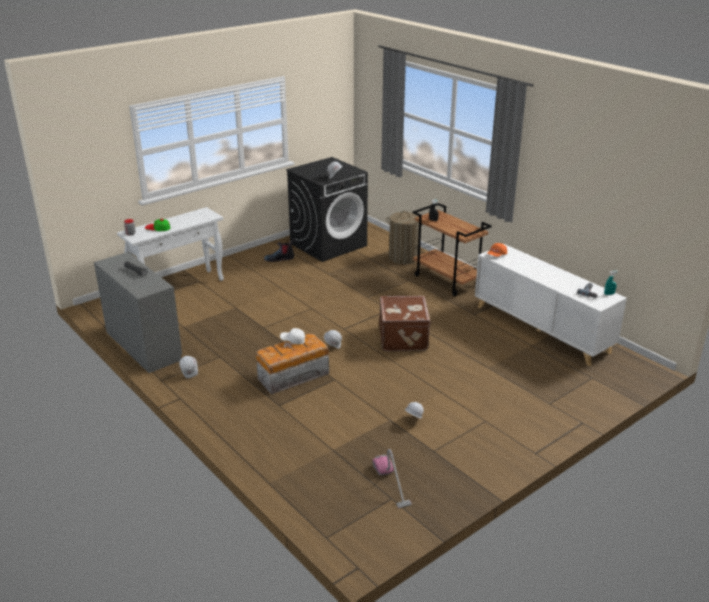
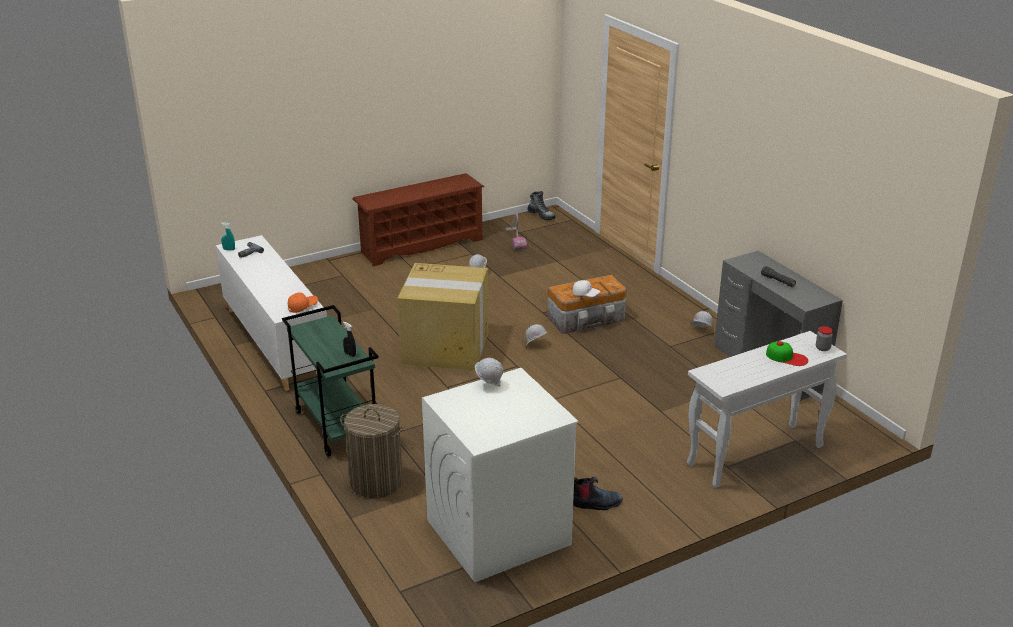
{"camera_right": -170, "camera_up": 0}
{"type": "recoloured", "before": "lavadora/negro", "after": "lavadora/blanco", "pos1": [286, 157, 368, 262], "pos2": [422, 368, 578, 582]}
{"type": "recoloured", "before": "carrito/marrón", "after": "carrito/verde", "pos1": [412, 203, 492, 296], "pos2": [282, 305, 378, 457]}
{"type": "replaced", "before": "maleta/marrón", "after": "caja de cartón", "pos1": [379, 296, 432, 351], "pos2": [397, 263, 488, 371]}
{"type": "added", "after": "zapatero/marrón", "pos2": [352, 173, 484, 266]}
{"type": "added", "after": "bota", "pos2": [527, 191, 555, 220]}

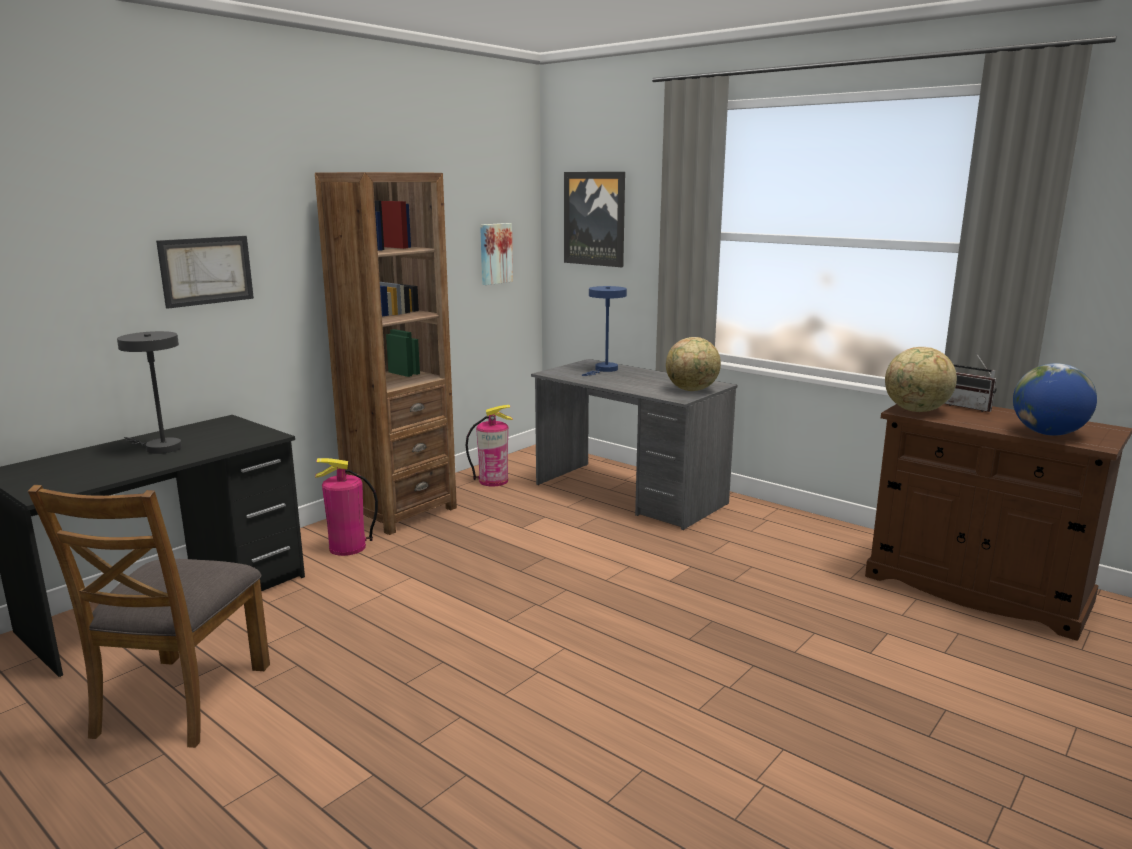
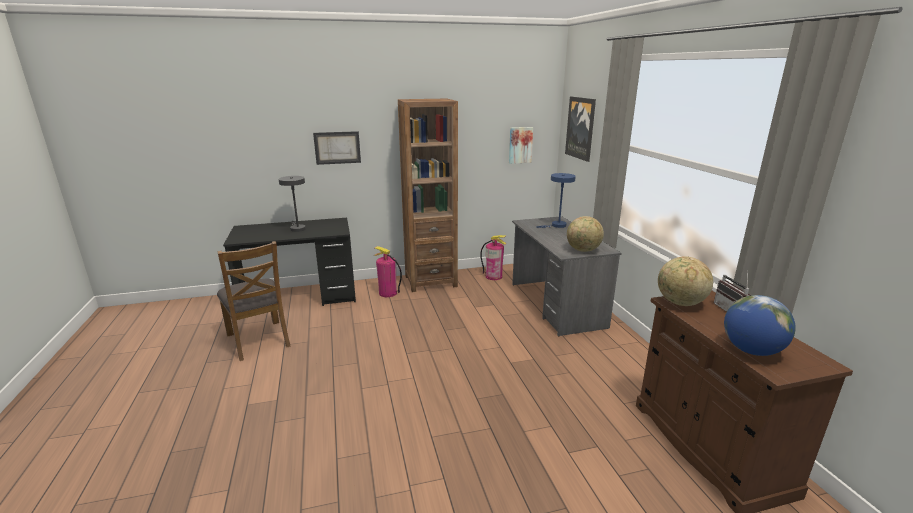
{"camera_right": 35, "camera_up": 5}
{"type": "turned", "before": "silla/marrón", "pos1": [28, 485, 270, 748], "pos2": [217, 241, 291, 361], "turn": -75}

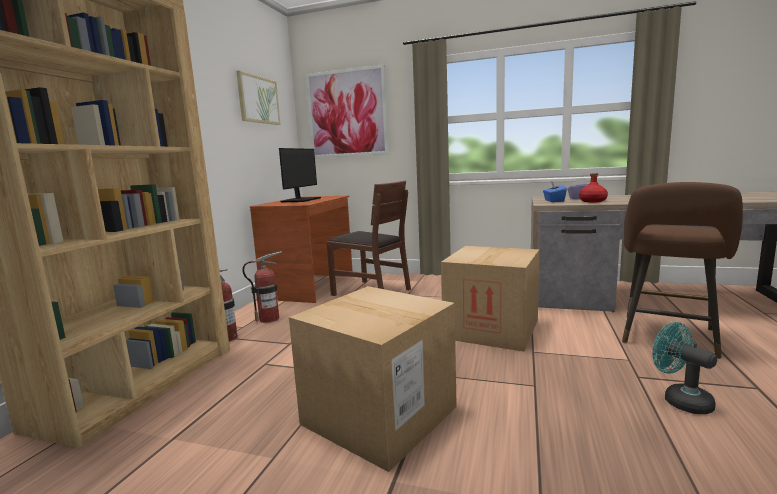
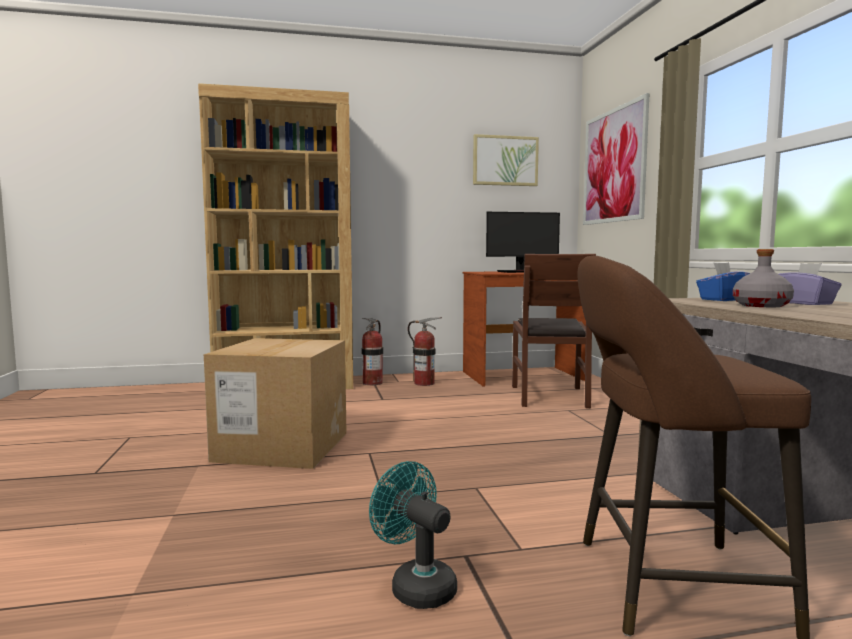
{"camera_right": 60, "camera_up": -5}
{"type": "recoloured", "before": "botella/rojo", "after": "botella/gris", "pos1": [579, 173, 608, 202], "pos2": [733, 249, 794, 307]}
{"type": "removed", "before": "caja de cartón", "pos1": [441, 246, 539, 352]}
{"type": "turned", "before": "ventilador/turquesa", "pos1": [652, 322, 717, 414], "pos2": [369, 461, 457, 609], "turn": -75}

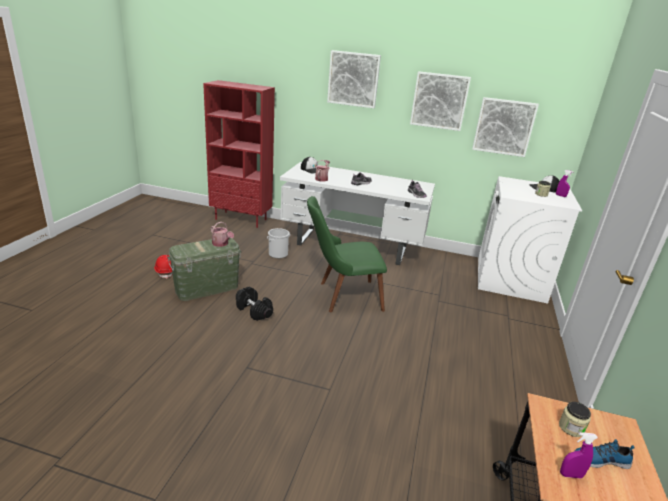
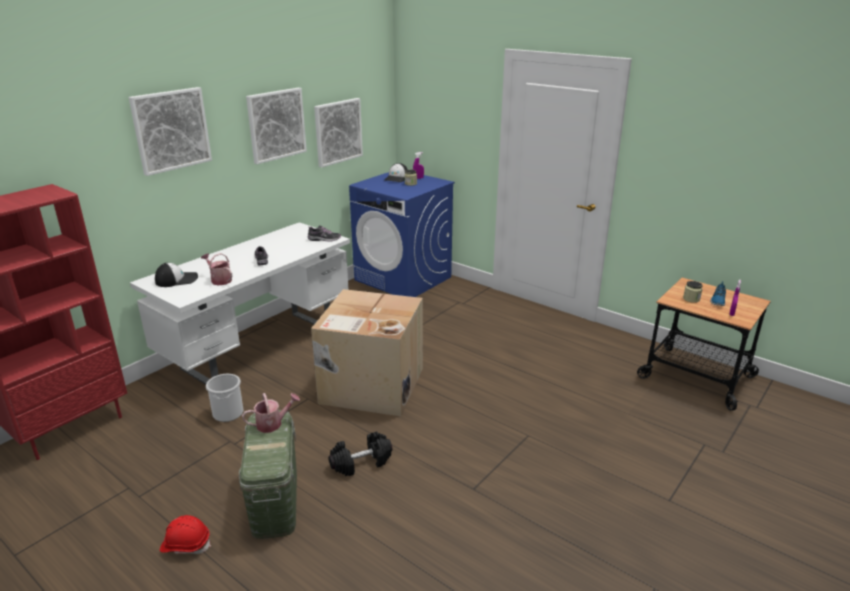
{"camera_right": -65, "camera_up": 0}
{"type": "recoloured", "before": "lavadora/blanco", "after": "lavadora/azul", "pos1": [478, 176, 582, 304], "pos2": [349, 172, 455, 297]}
{"type": "replaced", "before": "silla/verde", "after": "caja de cartón", "pos1": [307, 196, 387, 312], "pos2": [311, 289, 423, 416]}

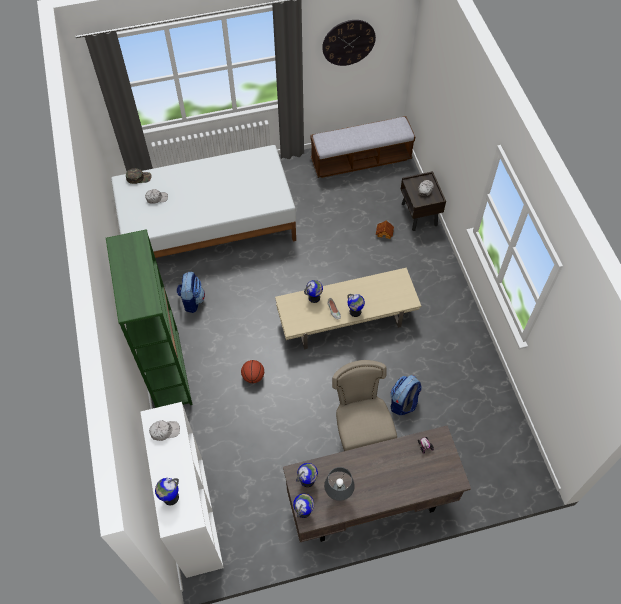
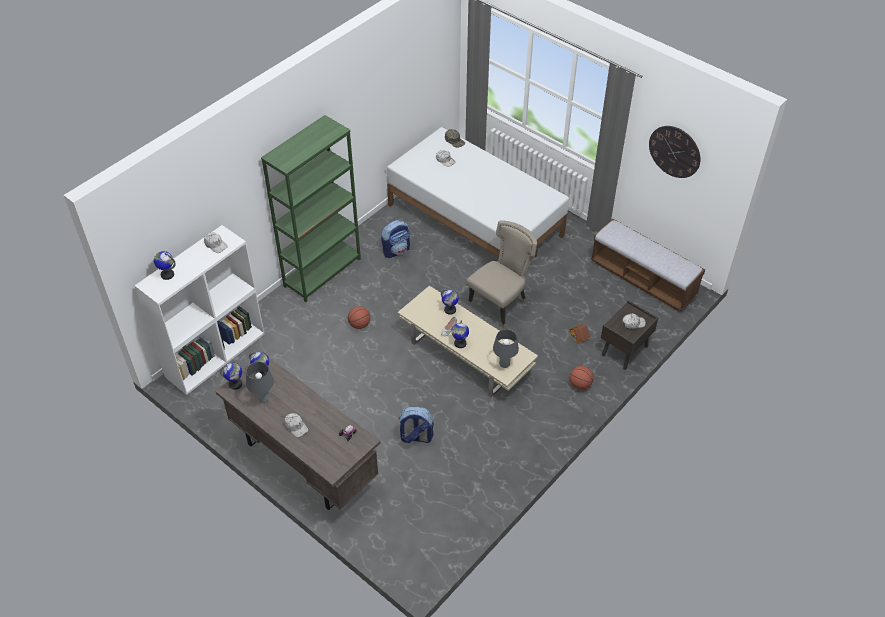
{"camera_right": 55, "camera_up": -10}
{"type": "moved", "before": "silla/beis", "pos1": [332, 360, 397, 451], "pos2": [466, 220, 537, 329]}
{"type": "added", "after": "lámpara de mesa/gris", "pos2": [493, 329, 519, 368]}
{"type": "added", "after": "balón de baloncesto", "pos2": [570, 366, 593, 390]}
{"type": "added", "after": "gorra/blanco", "pos2": [284, 413, 308, 437]}

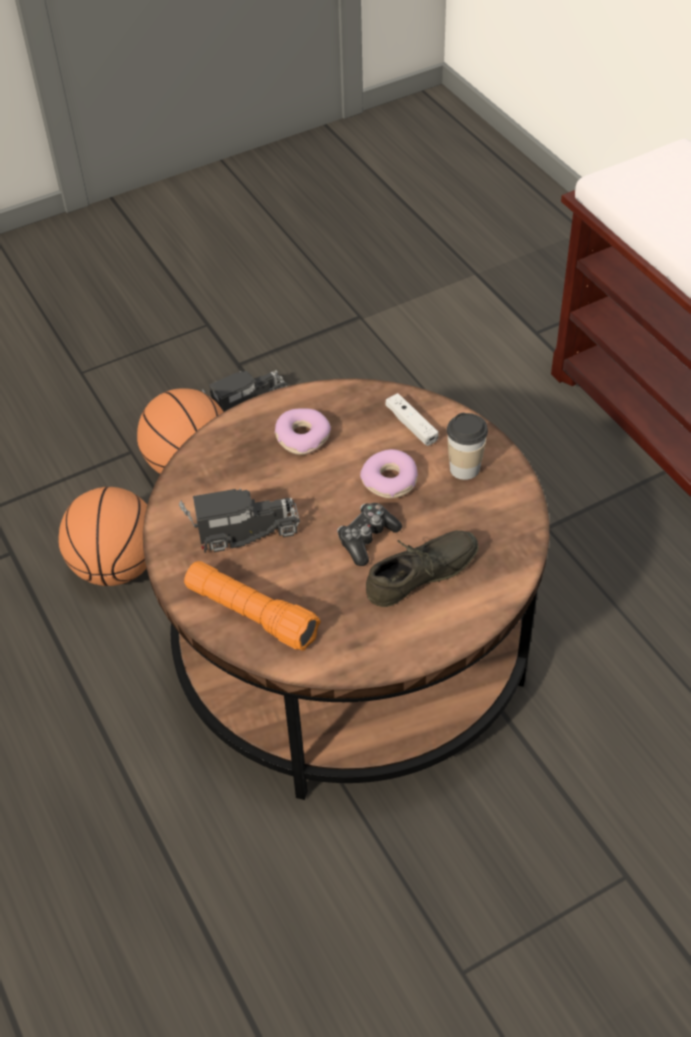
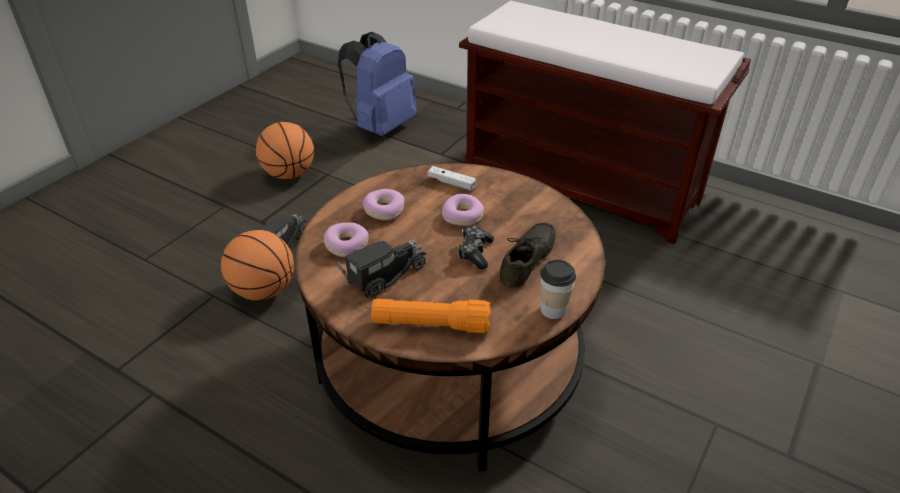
{"camera_right": -30, "camera_up": -10}
{"type": "moved", "before": "taza", "pos1": [447, 413, 488, 480], "pos2": [540, 260, 576, 319]}
{"type": "moved", "before": "balón de baloncesto", "pos1": [59, 487, 147, 586], "pos2": [256, 122, 314, 179]}
{"type": "added", "after": "mochila/azul", "pos2": [338, 32, 417, 136]}
{"type": "added", "after": "rosquilla", "pos2": [324, 222, 369, 257]}

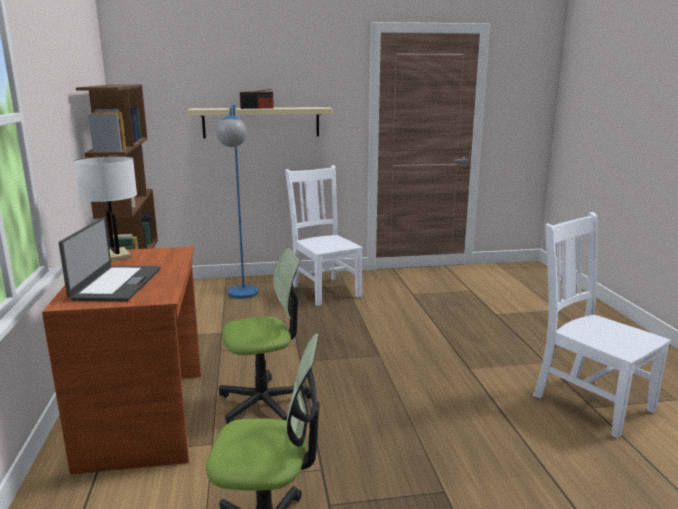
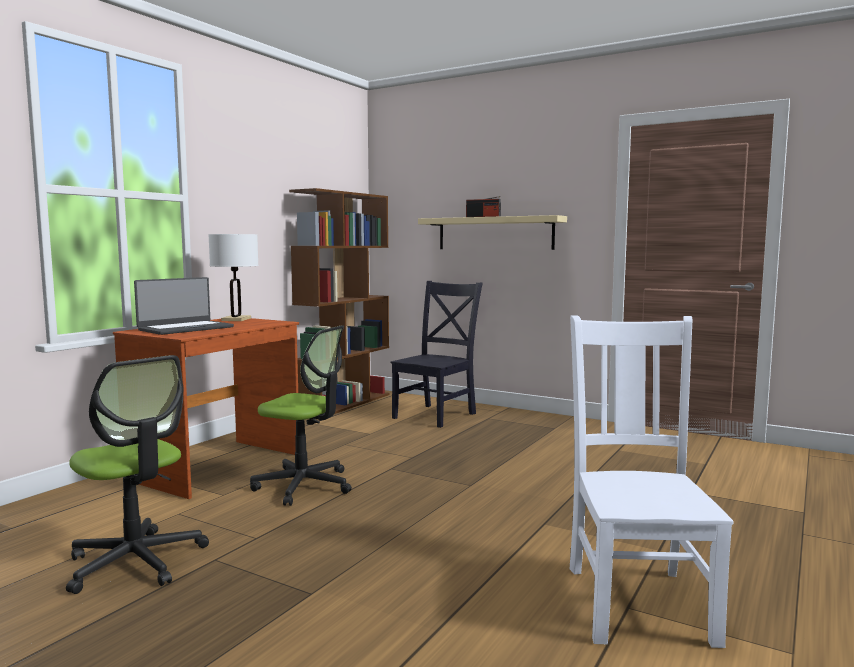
{"camera_right": 40, "camera_up": -10}
{"type": "replaced", "before": "lámpara de pie/azul", "after": "silla/negro", "pos1": [216, 105, 258, 299], "pos2": [391, 281, 483, 428]}
{"type": "removed", "before": "silla/blanco", "pos1": [285, 165, 363, 306]}

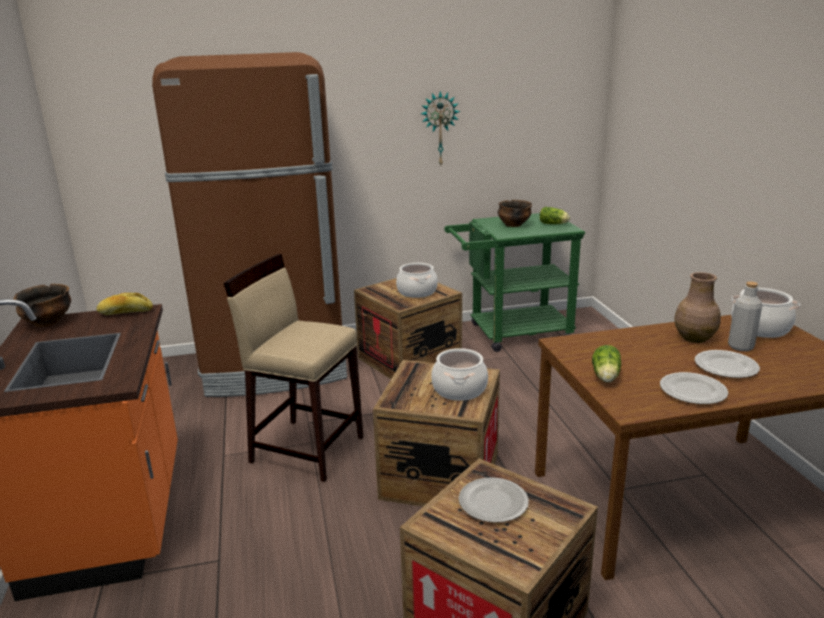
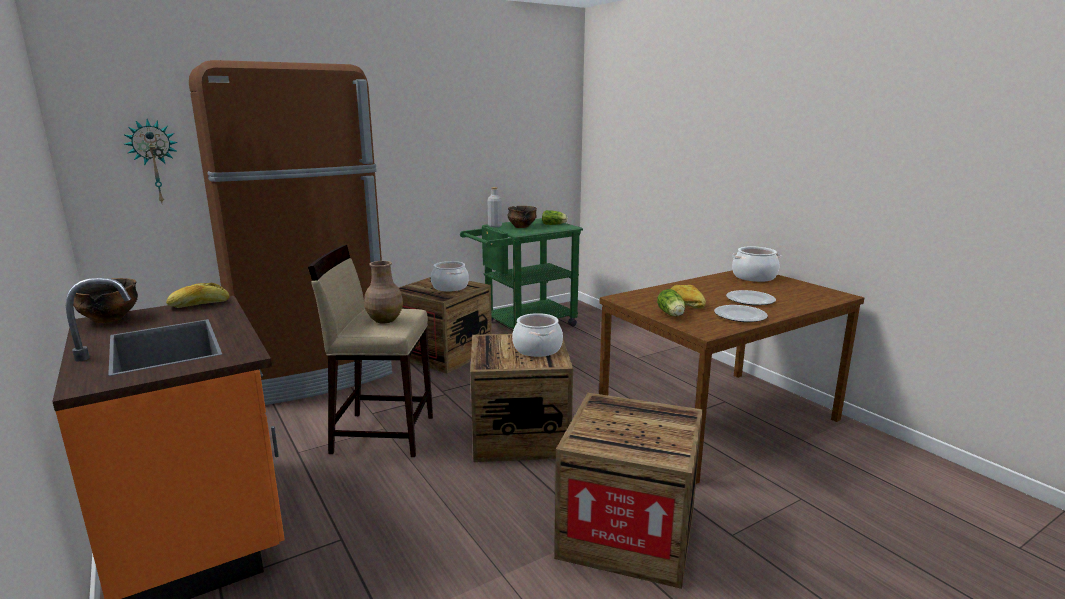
{"camera_right": -20, "camera_up": -5}
{"type": "moved", "before": "reloj de pared", "pos1": [421, 91, 460, 166], "pos2": [123, 119, 178, 205]}
{"type": "moved", "before": "florero/marrón", "pos1": [674, 272, 721, 343], "pos2": [364, 261, 403, 323]}
{"type": "moved", "before": "botella/gris", "pos1": [728, 282, 762, 351], "pos2": [488, 187, 502, 227]}
{"type": "removed", "before": "plato", "pos1": [459, 477, 529, 523]}
{"type": "added", "after": "pan", "pos2": [671, 285, 706, 309]}

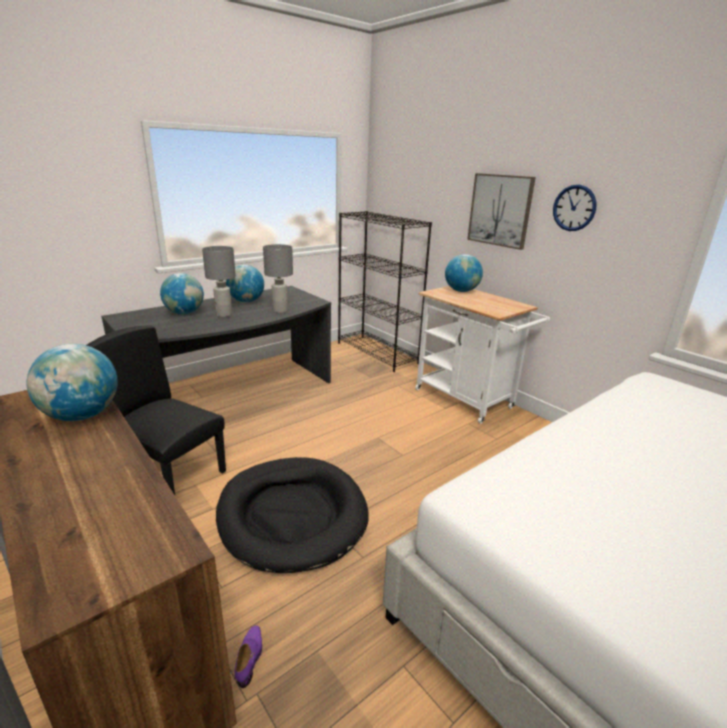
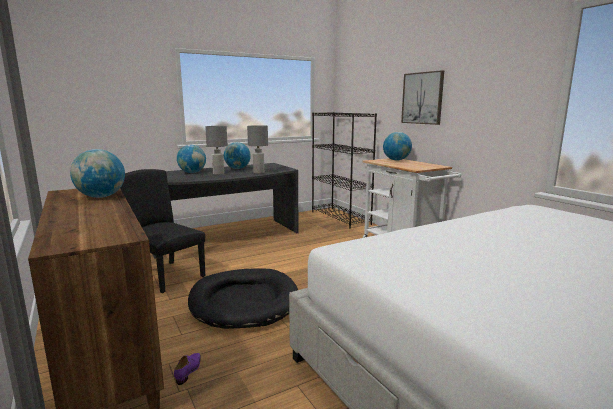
{"camera_right": 10, "camera_up": -10}
{"type": "removed", "before": "reloj de pared", "pos1": [553, 185, 597, 231]}

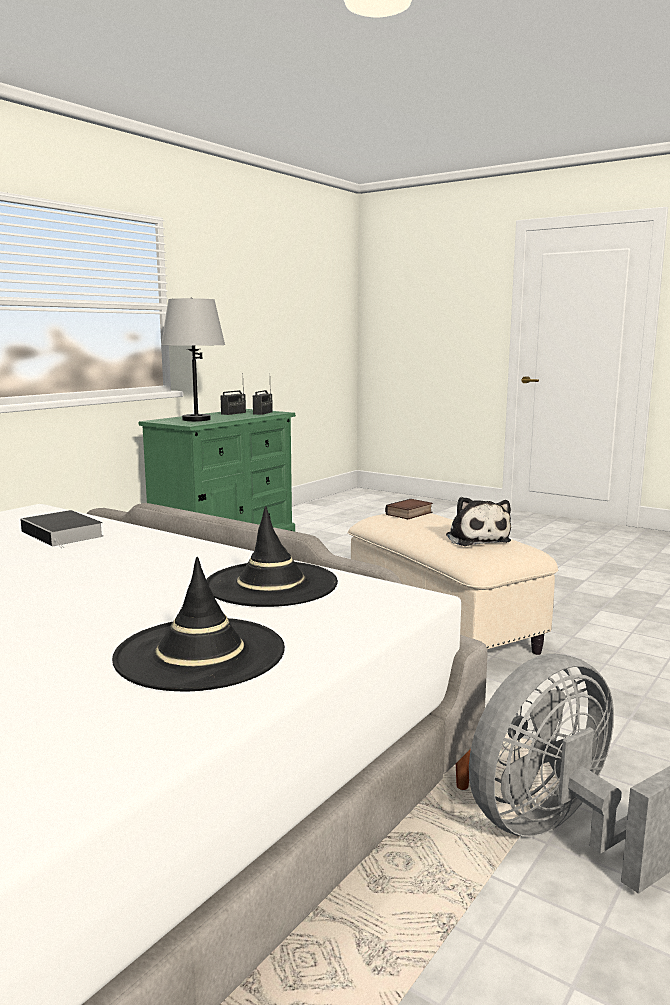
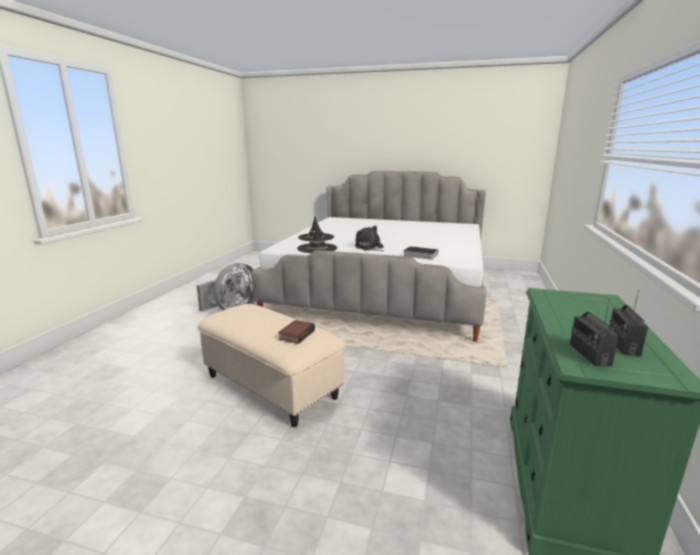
{"camera_right": 160, "camera_up": 5}
{"type": "removed", "before": "lámpara de mesa/gris", "pos1": [161, 298, 225, 421]}
{"type": "moved", "before": "peluche", "pos1": [446, 497, 511, 546], "pos2": [355, 225, 384, 251]}

